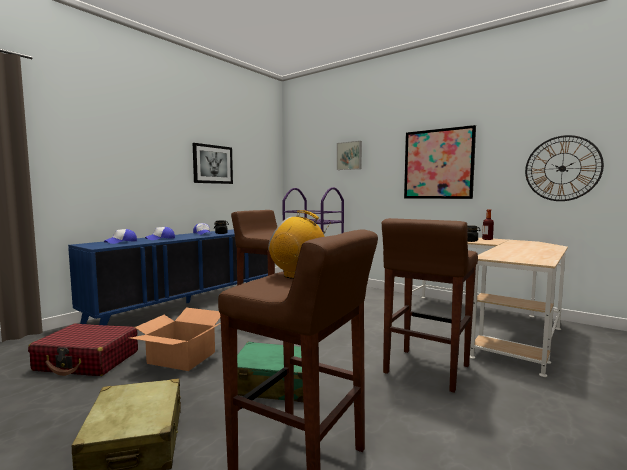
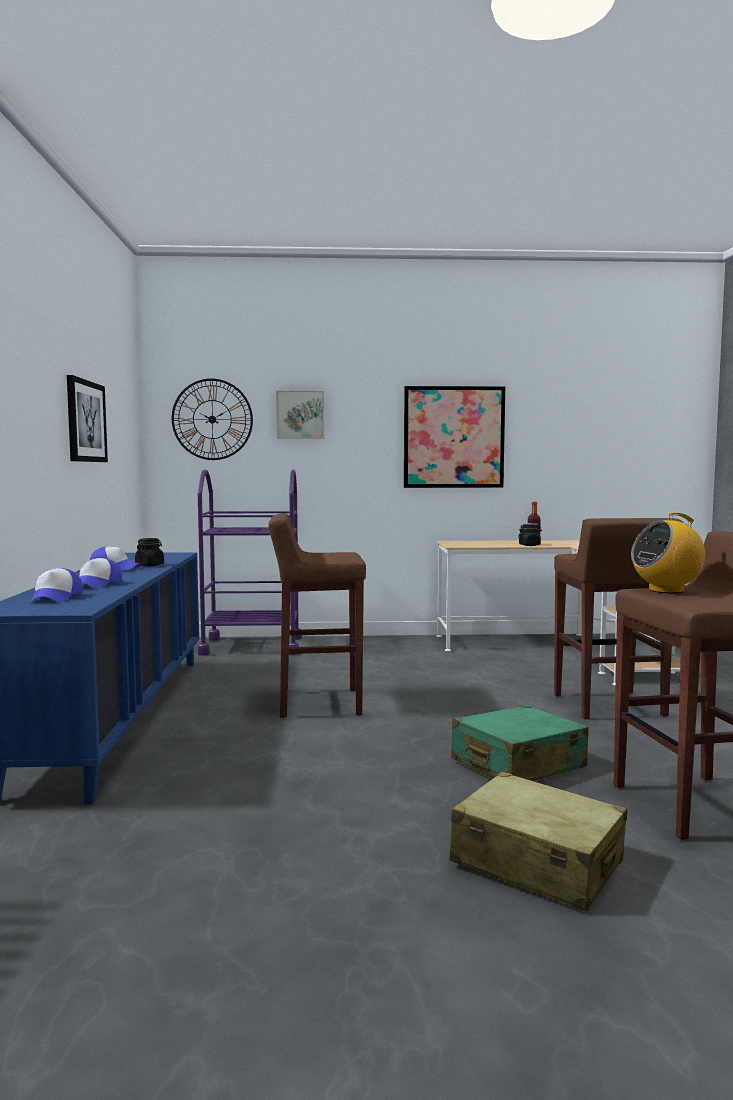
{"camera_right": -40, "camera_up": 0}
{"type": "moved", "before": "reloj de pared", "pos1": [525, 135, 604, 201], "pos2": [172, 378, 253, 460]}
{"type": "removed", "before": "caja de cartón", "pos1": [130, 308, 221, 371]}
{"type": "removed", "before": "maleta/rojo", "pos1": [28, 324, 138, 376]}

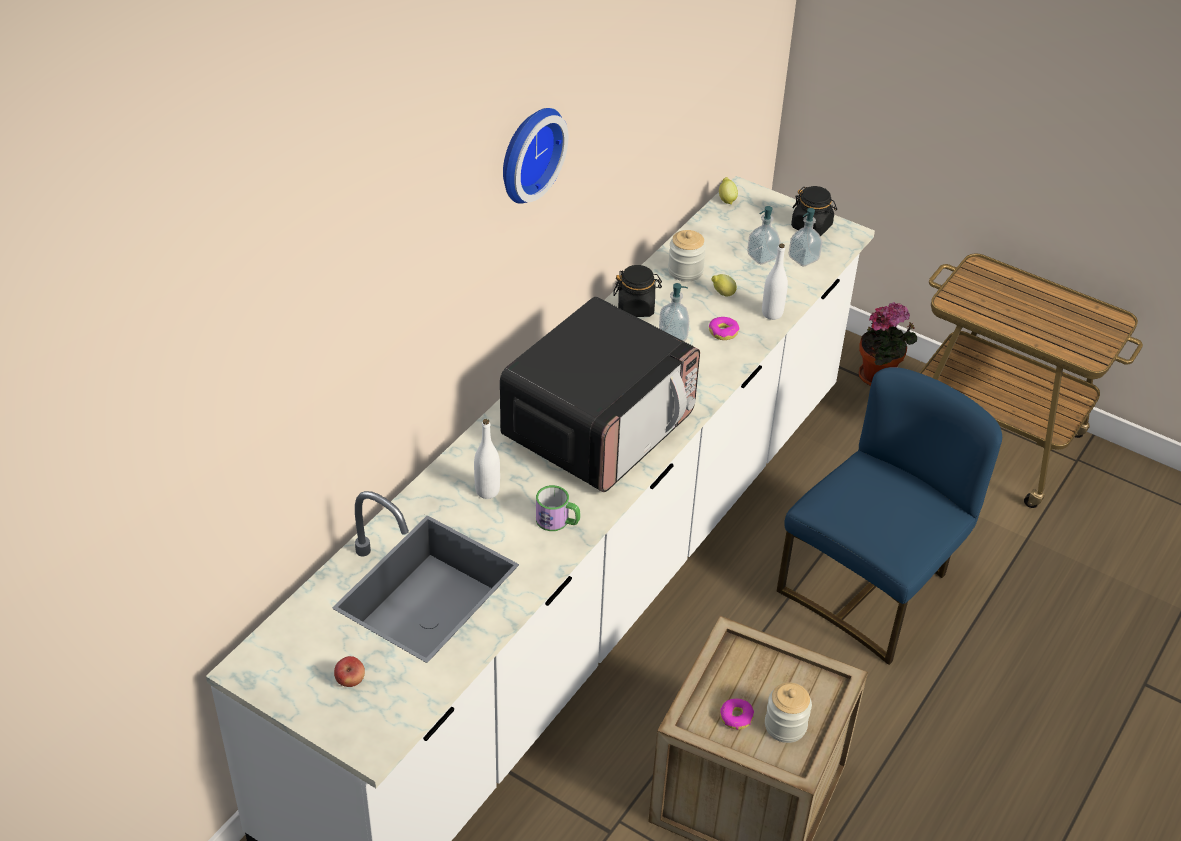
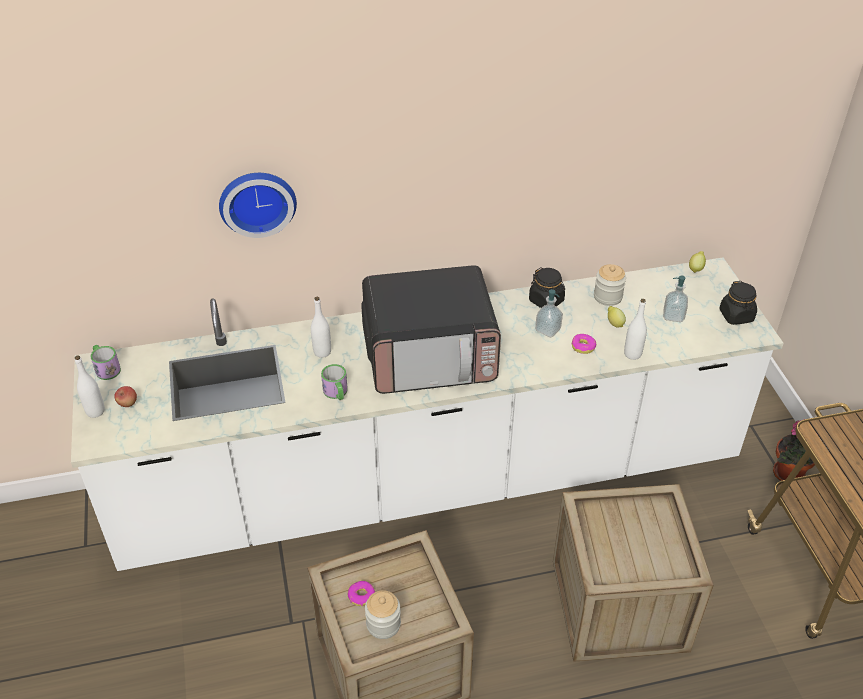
{"camera_right": 45, "camera_up": 0}
{"type": "moved", "before": "reloj de pared", "pos1": [503, 108, 568, 204], "pos2": [219, 173, 297, 238]}
{"type": "removed", "before": "dispensador de jabón", "pos1": [789, 208, 822, 267]}
{"type": "replaced", "before": "silla/azul", "after": "caja de embalaje", "pos1": [777, 367, 1002, 665], "pos2": [553, 484, 714, 662]}
{"type": "added", "after": "taza grande", "pos2": [91, 344, 121, 380]}
{"type": "added", "after": "botella/blanco", "pos2": [75, 356, 105, 418]}

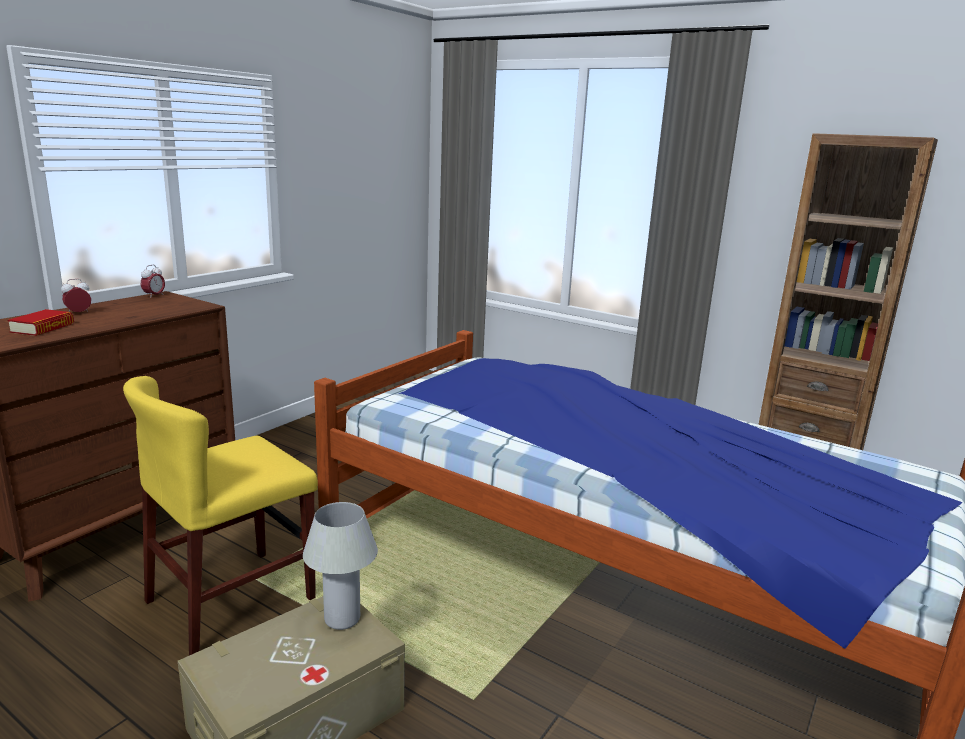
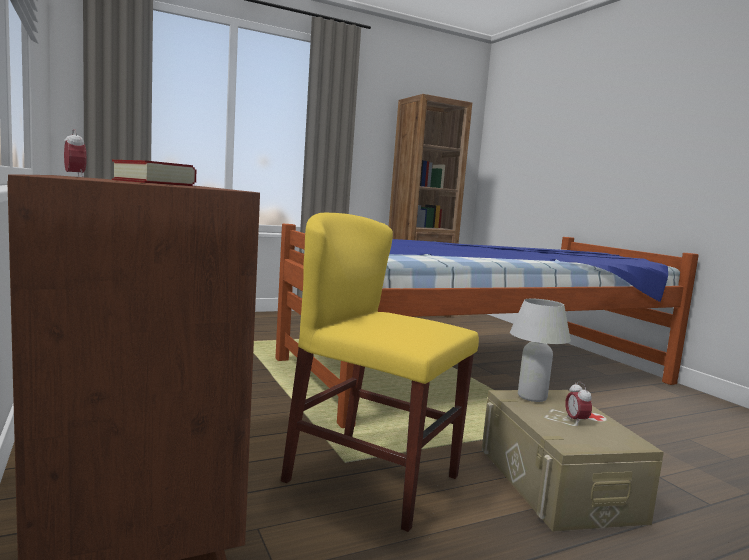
{"camera_right": -60, "camera_up": -10}
{"type": "moved", "before": "despertador", "pos1": [61, 279, 91, 312], "pos2": [565, 381, 592, 426]}
{"type": "turned", "before": "silla/amarillo", "pos1": [123, 376, 318, 656], "pos2": [281, 213, 479, 532], "turn": 135}

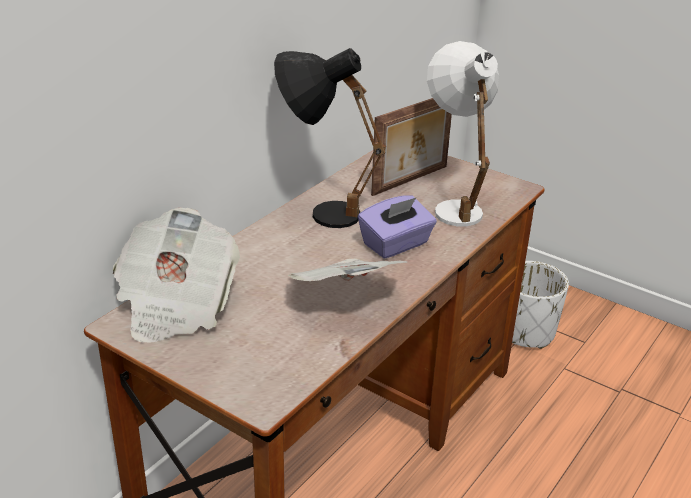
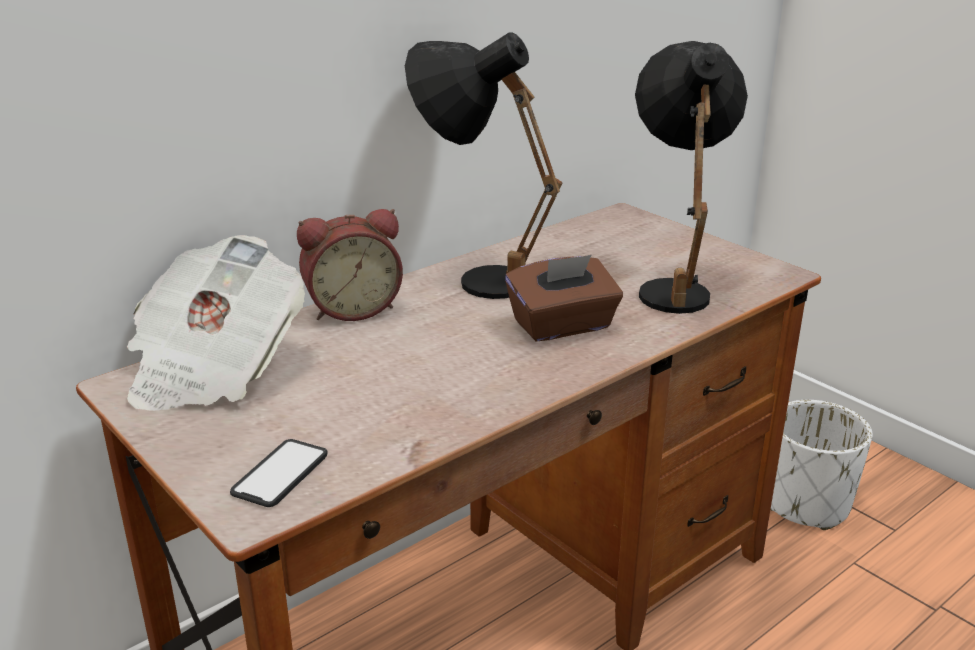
{"camera_right": 15, "camera_up": -5}
{"type": "recoloured", "before": "lámpara de mesa/blanco", "after": "lámpara de mesa/negro", "pos1": [427, 41, 499, 227], "pos2": [635, 41, 748, 314]}
{"type": "removed", "before": "portarretratos", "pos1": [371, 98, 452, 196]}
{"type": "recoloured", "before": "caja de pañuelos/morado", "after": "caja de pañuelos/marrón", "pos1": [358, 196, 437, 259], "pos2": [505, 255, 623, 342]}
{"type": "removed", "before": "periódico", "pos1": [288, 258, 408, 281]}
{"type": "added", "after": "despertador", "pos2": [297, 209, 403, 321]}
{"type": "added", "after": "móvil", "pos2": [230, 439, 328, 507]}

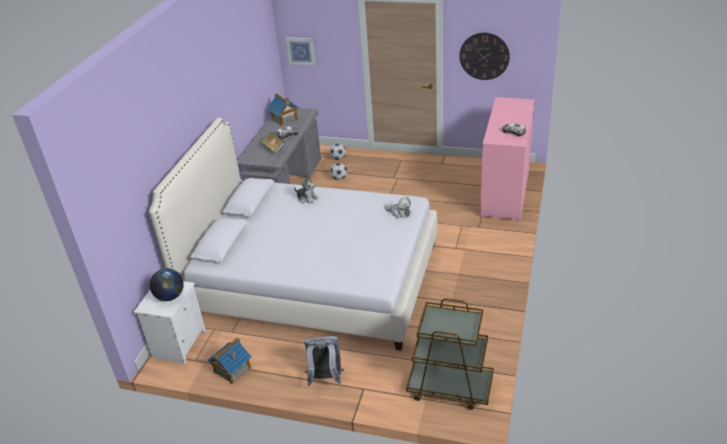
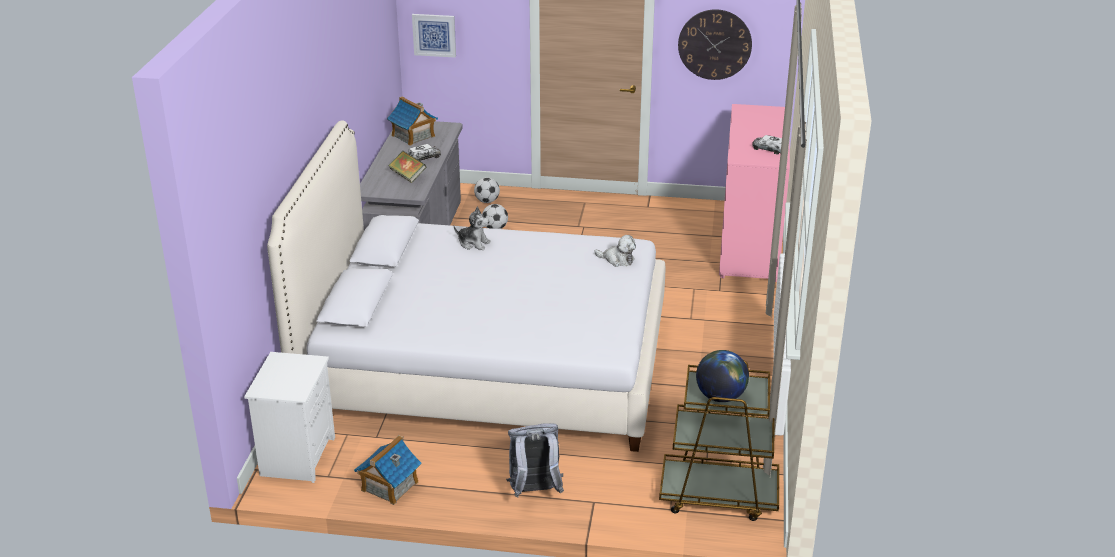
{"camera_right": -10, "camera_up": -5}
{"type": "moved", "before": "globo terráqueo", "pos1": [150, 268, 184, 301], "pos2": [696, 350, 749, 402]}

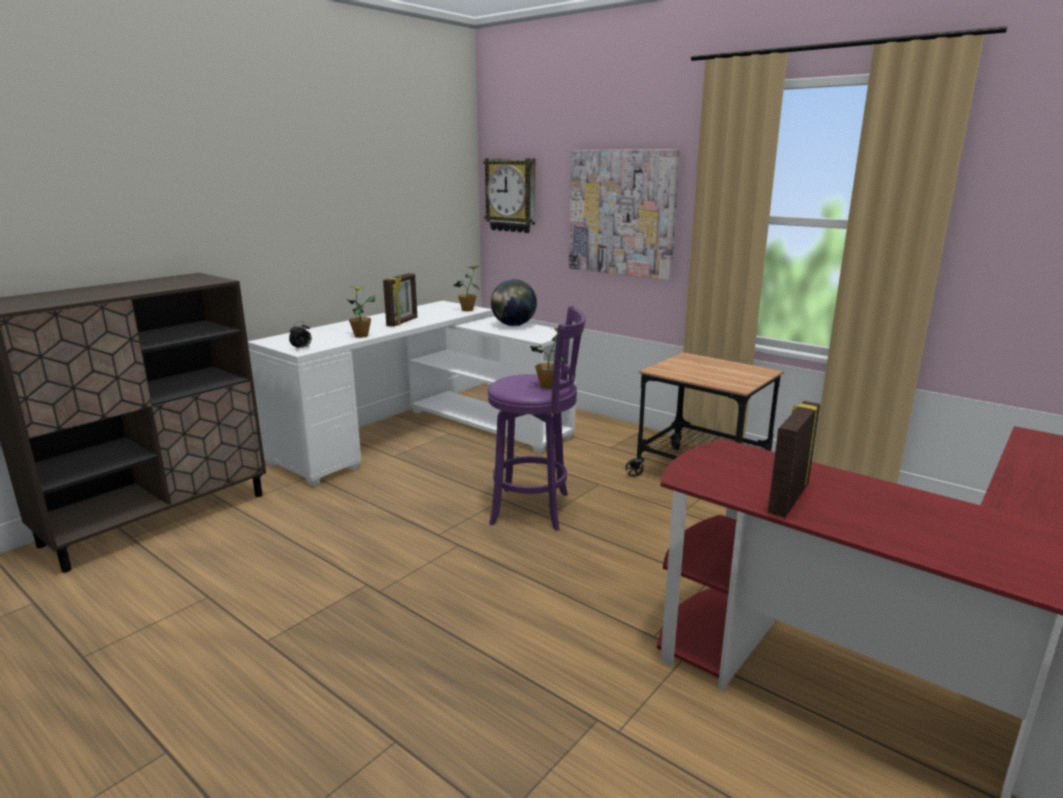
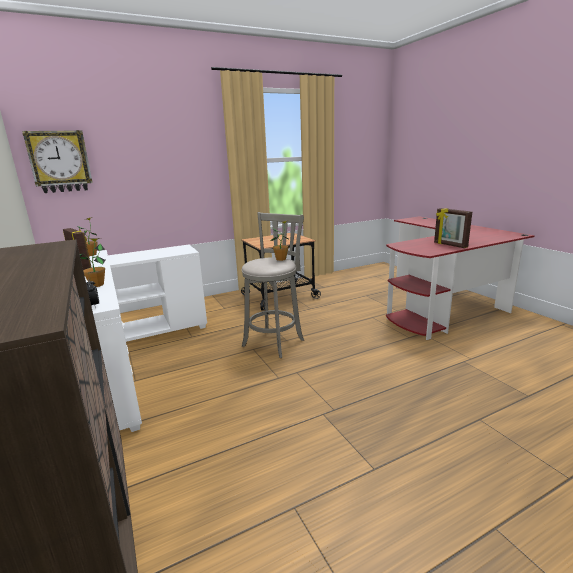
{"camera_right": -65, "camera_up": 0}
{"type": "removed", "before": "cuadro", "pos1": [569, 149, 680, 280]}
{"type": "removed", "before": "globo terráqueo", "pos1": [491, 279, 537, 326]}
{"type": "recoloured", "before": "taburete/morado", "after": "taburete/gris", "pos1": [487, 306, 586, 531], "pos2": [242, 212, 304, 358]}

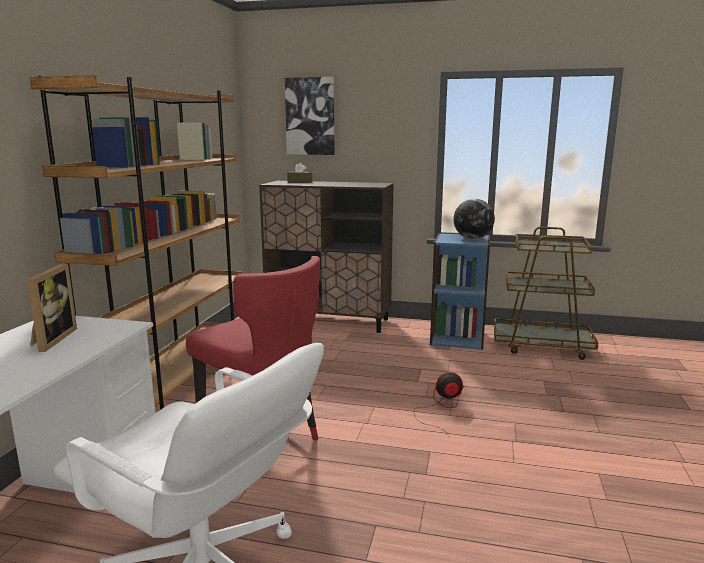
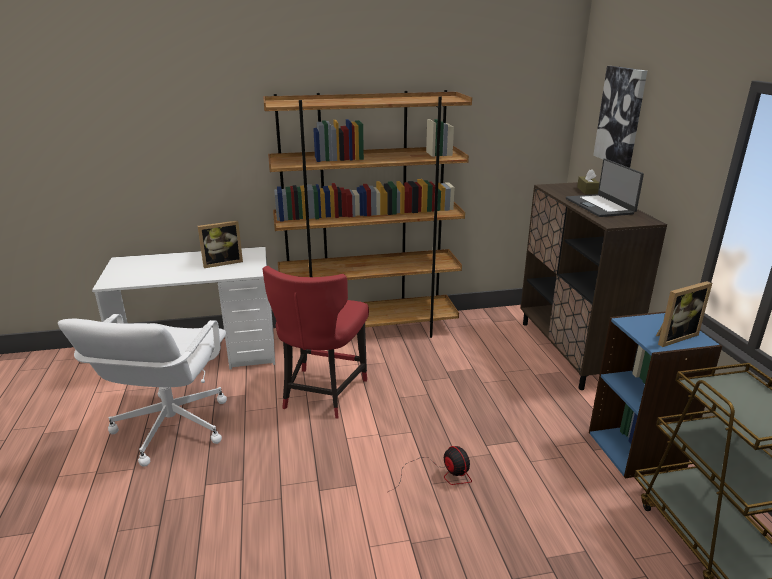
{"camera_right": 65, "camera_up": 10}
{"type": "replaced", "before": "globo terráqueo", "after": "portarretratos", "pos1": [453, 199, 495, 239], "pos2": [656, 281, 712, 347]}
{"type": "added", "after": "portátil", "pos2": [566, 159, 644, 217]}

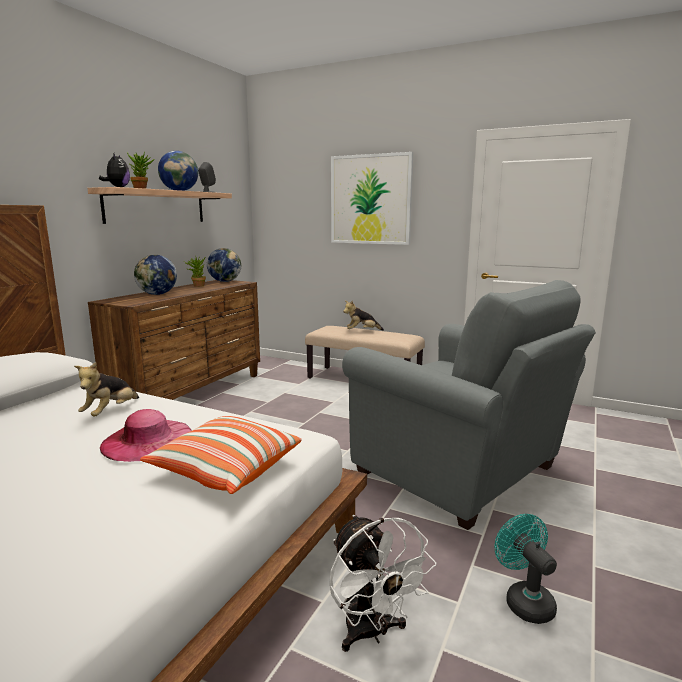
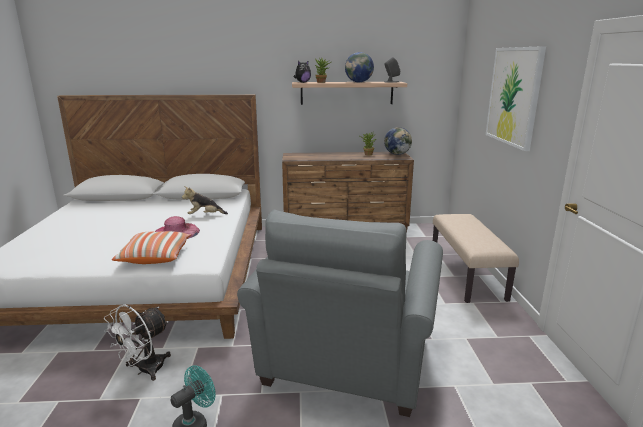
{"camera_right": 60, "camera_up": 5}
{"type": "removed", "before": "globo terráqueo", "pos1": [134, 255, 177, 295]}
{"type": "removed", "before": "peluche", "pos1": [343, 301, 384, 331]}

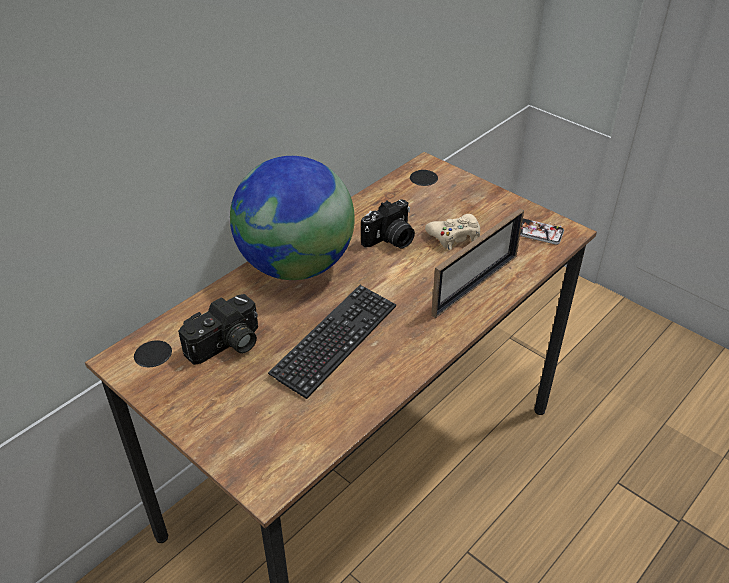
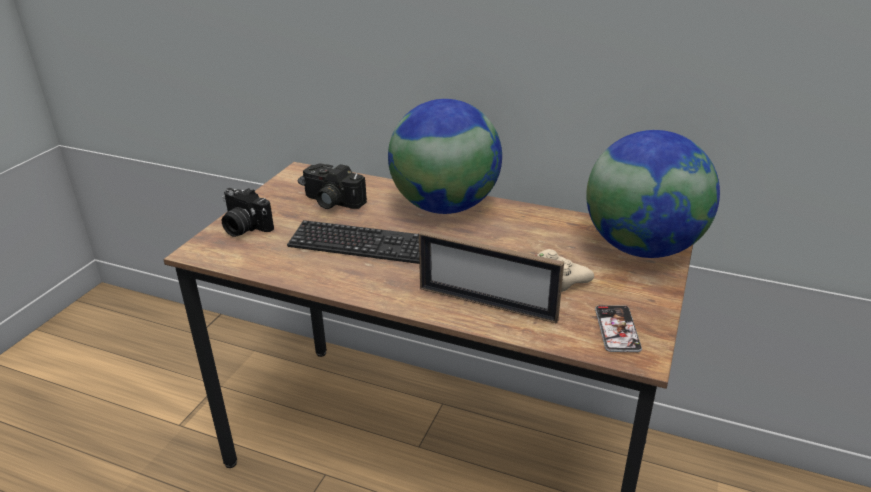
{"camera_right": 70, "camera_up": -10}
{"type": "moved", "before": "cámara", "pos1": [361, 199, 415, 249], "pos2": [222, 188, 274, 237]}
{"type": "added", "after": "globo terráqueo", "pos2": [586, 130, 720, 258]}

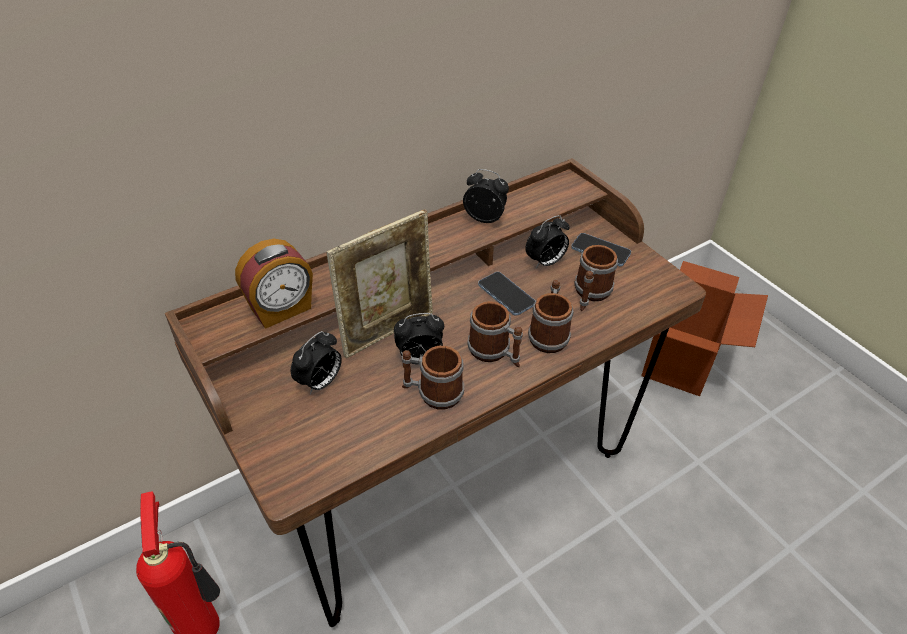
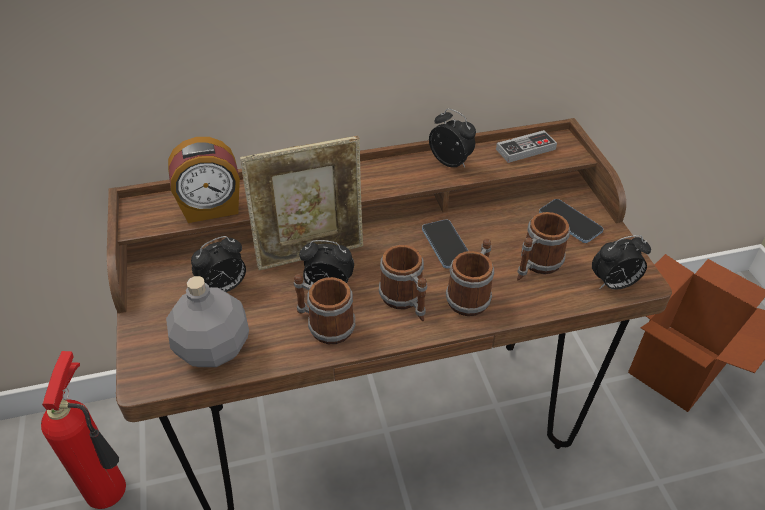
{"camera_right": 20, "camera_up": 0}
{"type": "moved", "before": "despertador", "pos1": [525, 215, 570, 268], "pos2": [592, 235, 651, 290]}
{"type": "added", "after": "mando de consola", "pos2": [496, 130, 557, 163]}
{"type": "added", "after": "botella/gris", "pos2": [166, 276, 249, 367]}

